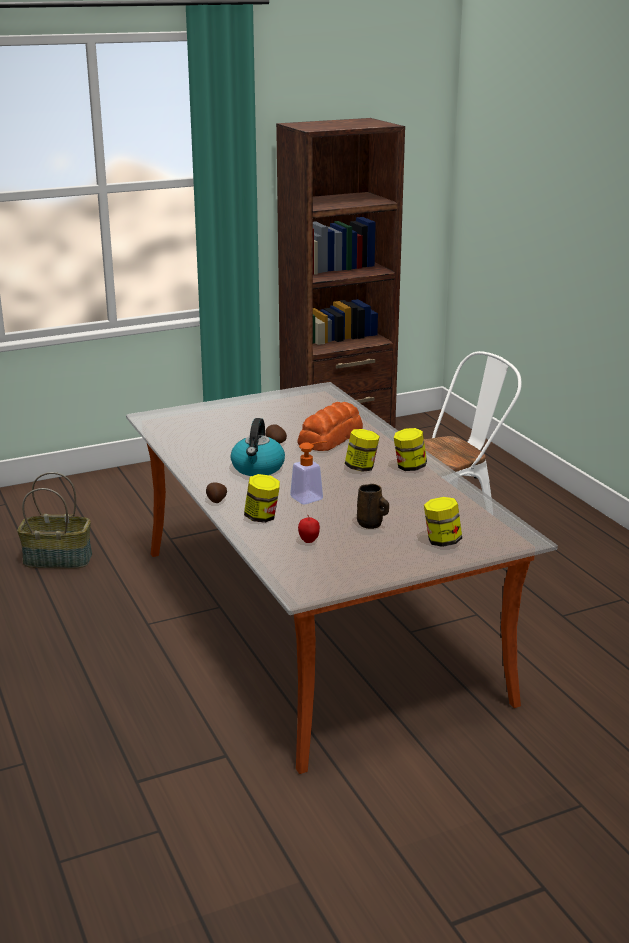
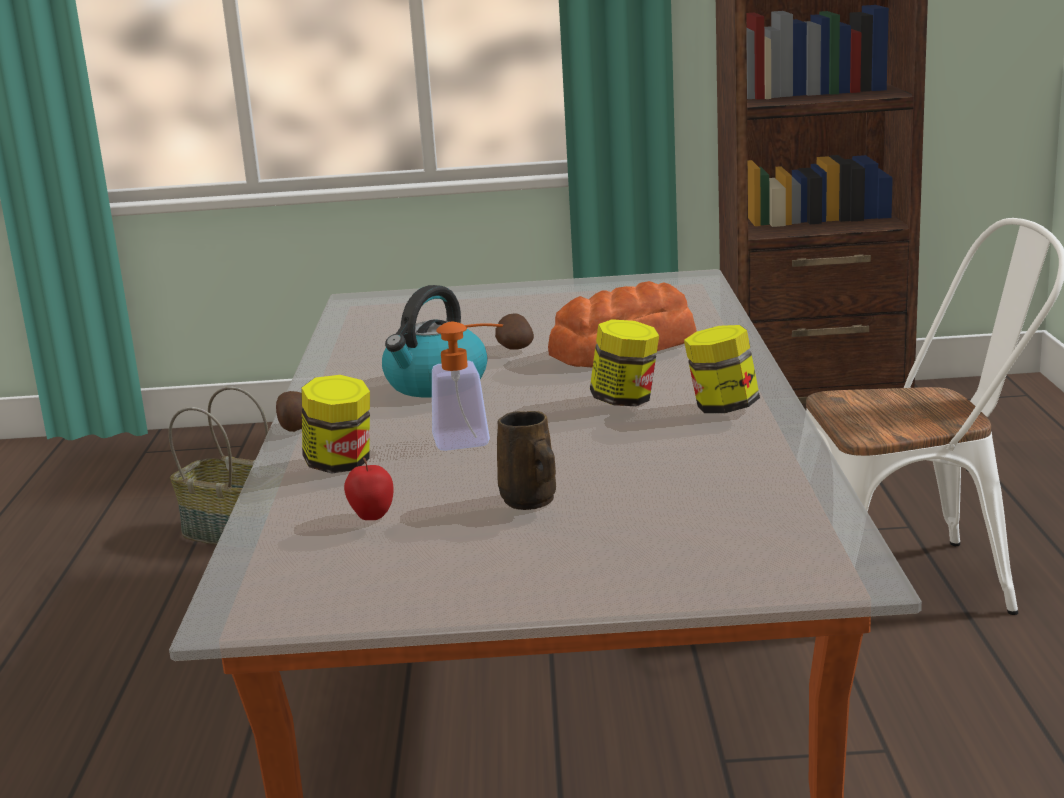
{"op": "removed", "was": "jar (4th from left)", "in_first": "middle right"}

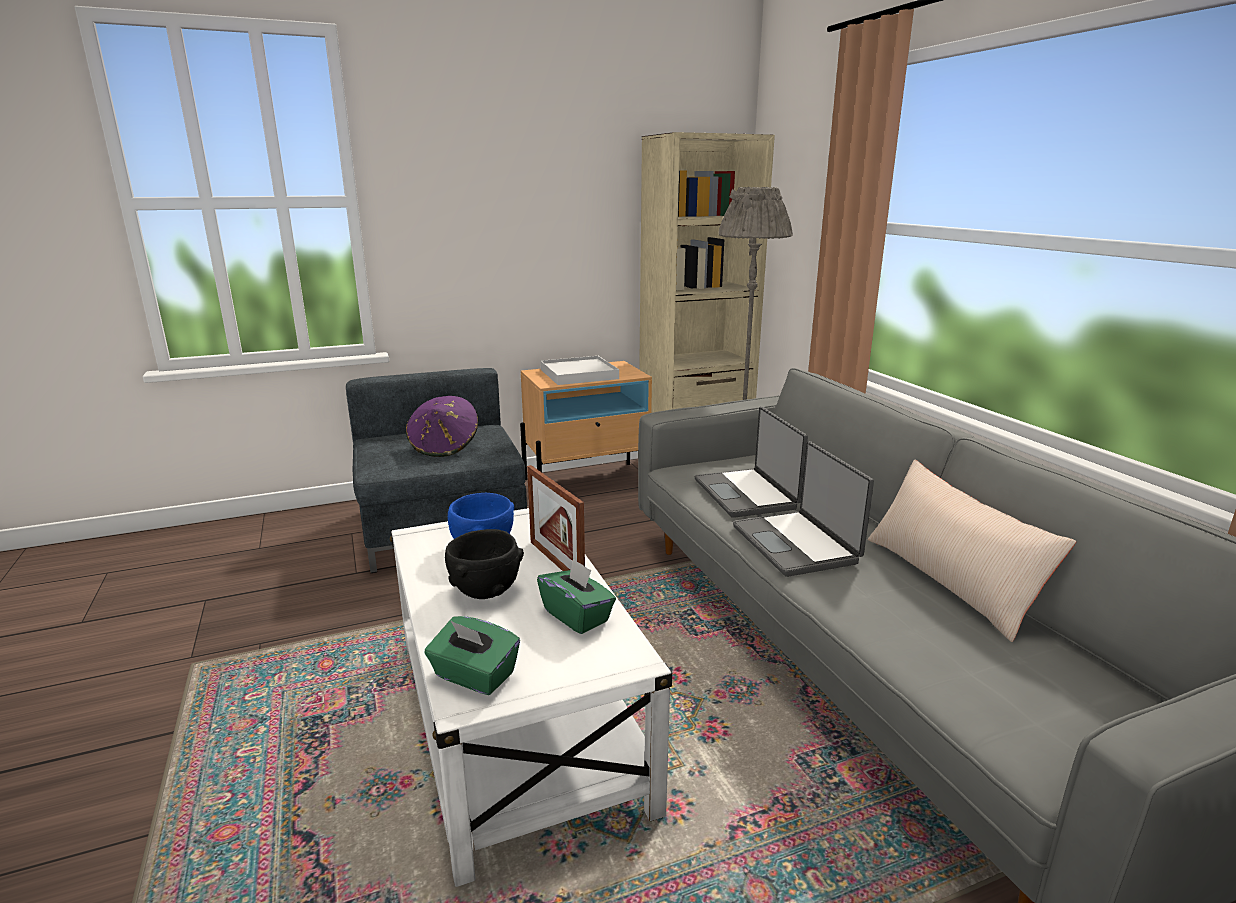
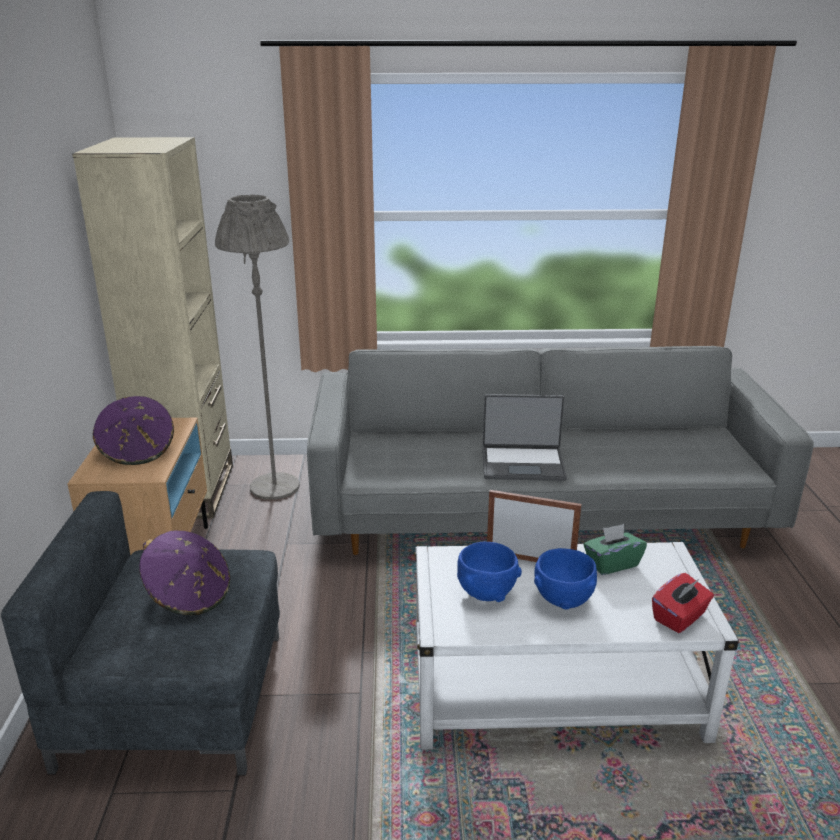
{"op": "recoloured", "was": "tissue box in green (1st from left)", "now": "tissue box in red", "in_first": "bottom centre", "in_second": "bottom right"}
{"op": "recoloured", "was": "bowl in black", "now": "bowl in blue (2nd from left)", "in_first": "centre", "in_second": "bottom right"}
{"op": "turned", "was": "picture frame", "in_first": "centre", "in_second": "centre", "clockwise": -150}
{"op": "replaced", "was": "tray in white", "now": "hat in purple (1st from left)", "in_first": "centre", "in_second": "middle left"}
{"op": "removed", "was": "laptop (1st from left)", "in_first": "centre"}
{"op": "removed", "was": "pillow in beige", "in_first": "middle right"}

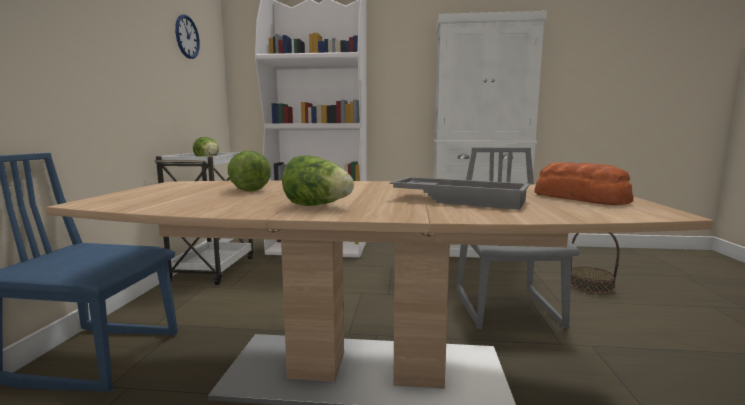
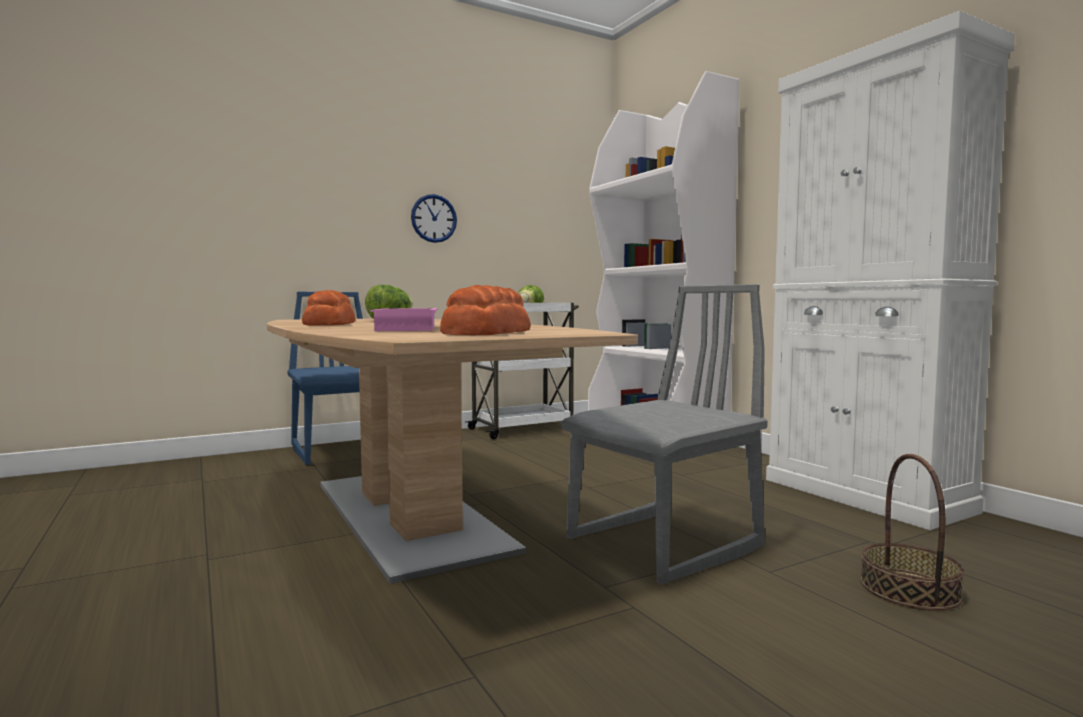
{"op": "moved", "was": "wall clock", "in_first": "top left", "in_second": "top centre"}
{"op": "replaced", "was": "lettuce (3rd from left)", "now": "bread (1st from left)", "in_first": "centre", "in_second": "middle left"}
{"op": "recoloured", "was": "tray in grey", "now": "tray in pink", "in_first": "centre", "in_second": "centre"}

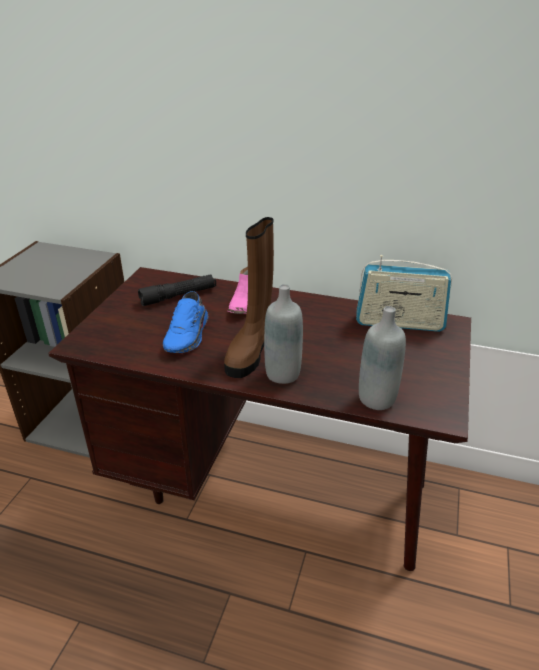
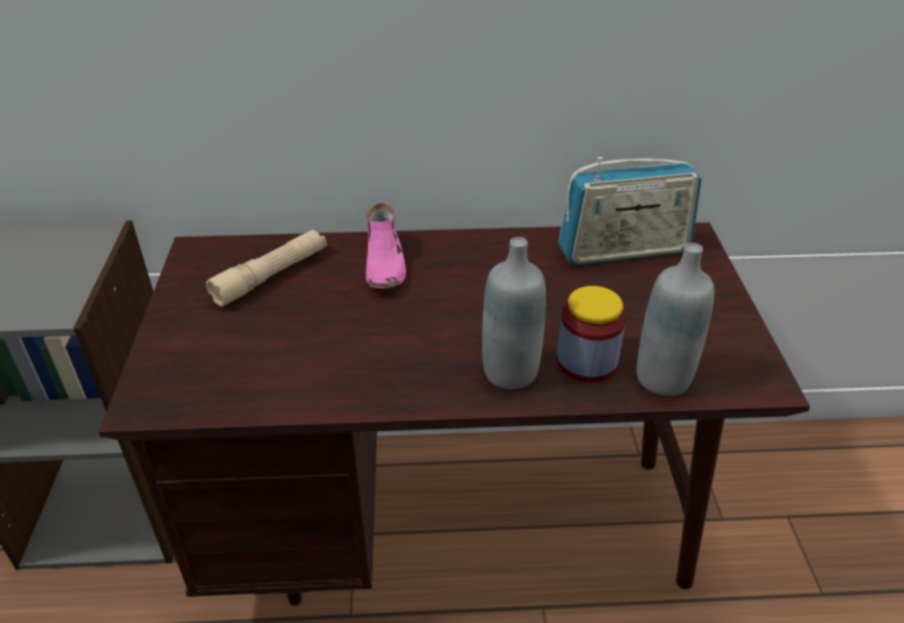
{"op": "recoloured", "was": "flashlight in black", "now": "flashlight in beige", "in_first": "middle left", "in_second": "middle left"}
{"op": "removed", "was": "shoe in blue", "in_first": "centre"}
{"op": "removed", "was": "boot in brown", "in_first": "centre"}
{"op": "added", "now": "jar", "in_second": "centre"}

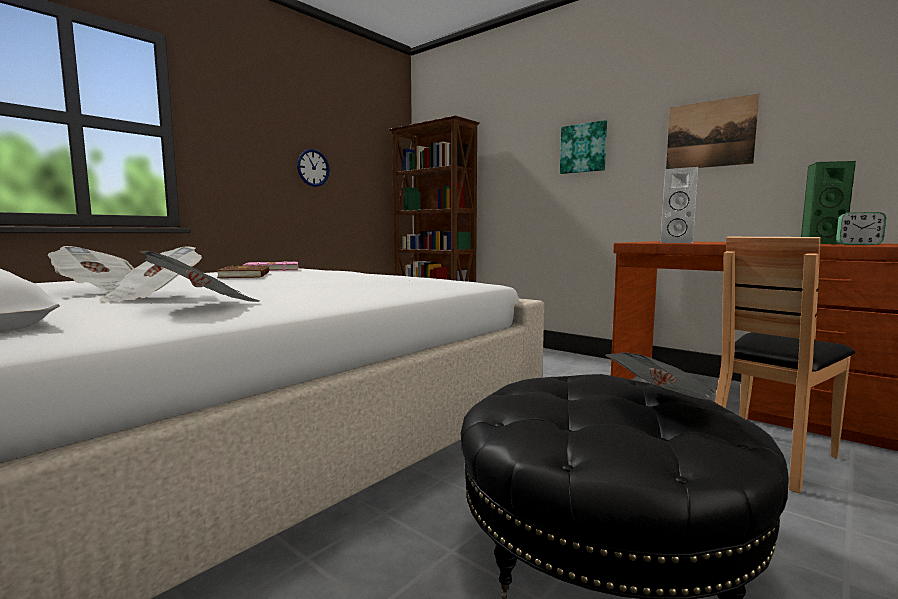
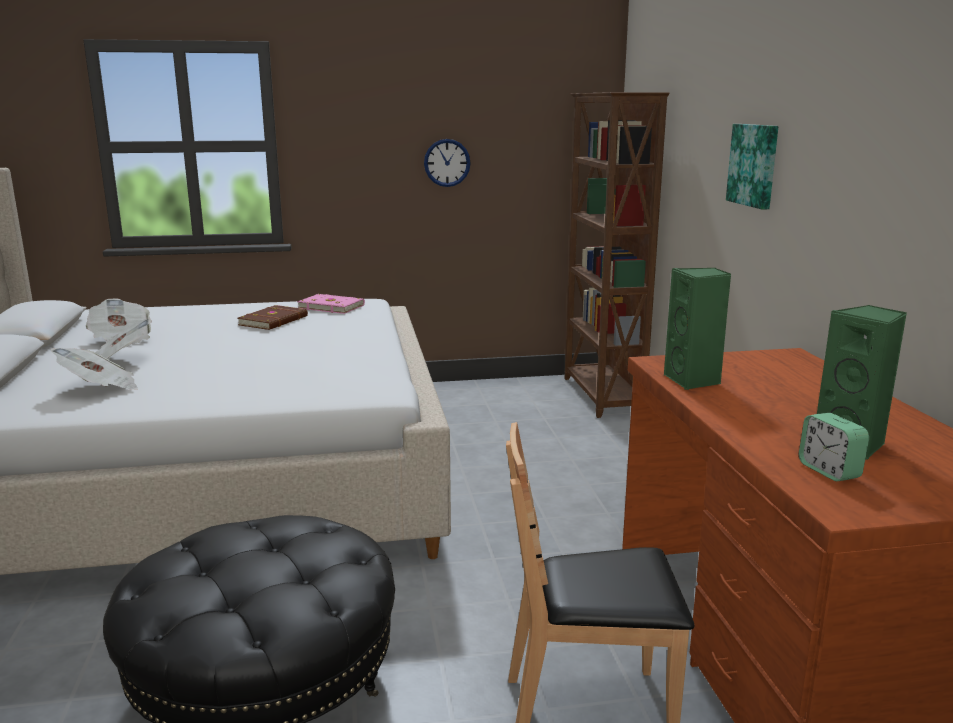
{"op": "removed", "was": "newspaper (4th from left)", "in_first": "middle right"}
{"op": "recoloured", "was": "speaker in white", "now": "speaker in green (1st from left)", "in_first": "middle right", "in_second": "middle right"}
{"op": "removed", "was": "picture (2nd from left)", "in_first": "top right"}

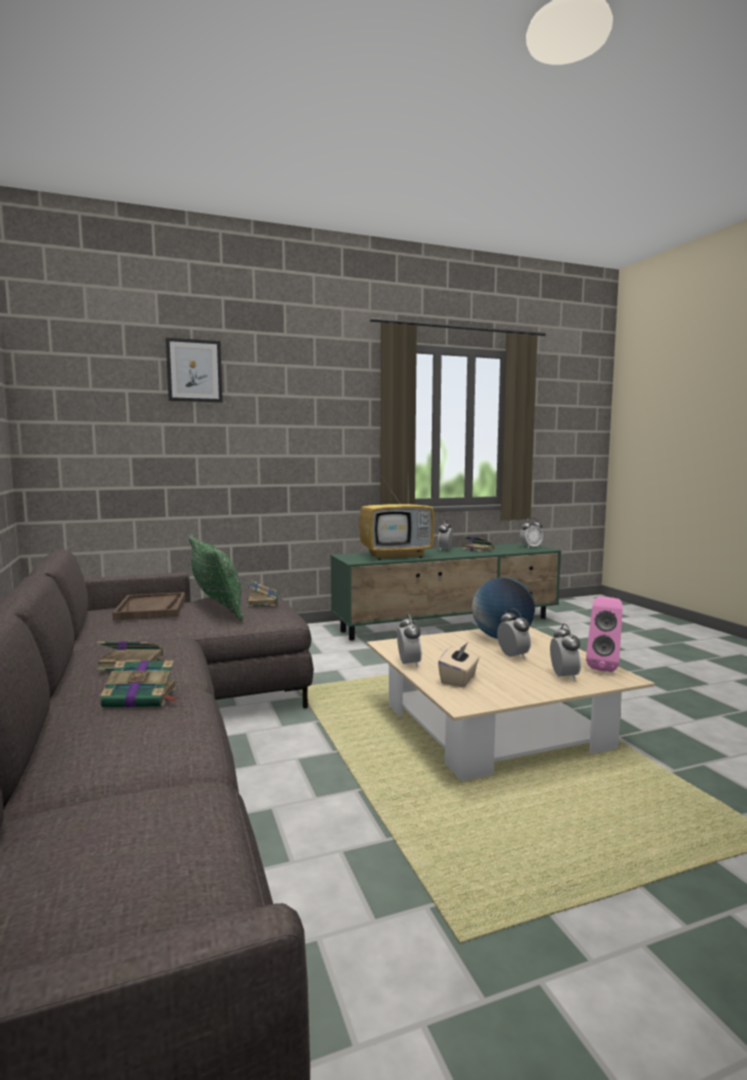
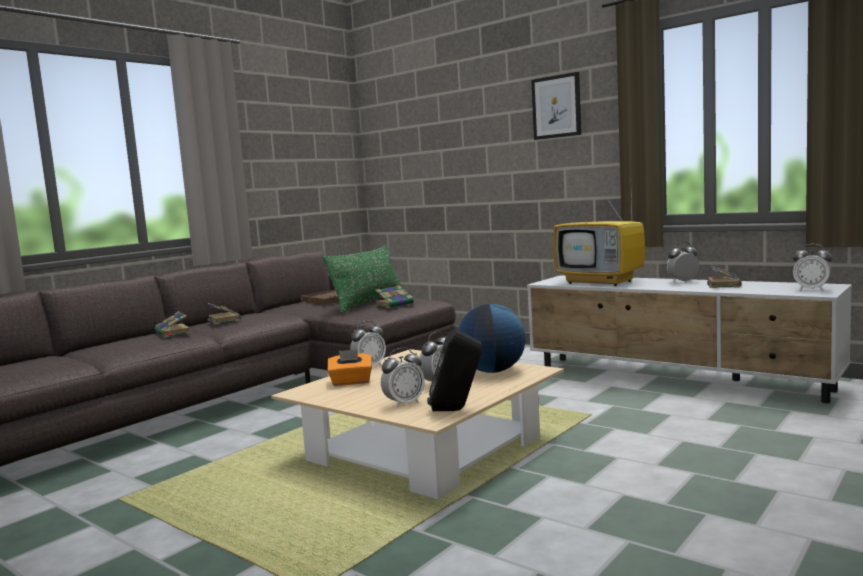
{"op": "moved", "was": "picture", "in_first": "middle left", "in_second": "top centre"}
{"op": "recoloured", "was": "tv stand in green", "now": "tv stand in white", "in_first": "centre", "in_second": "middle right"}
{"op": "recoloured", "was": "tissue box in beige", "now": "tissue box in orange", "in_first": "centre", "in_second": "centre"}
{"op": "recoloured", "was": "speaker in pink", "now": "speaker in black", "in_first": "middle right", "in_second": "centre"}

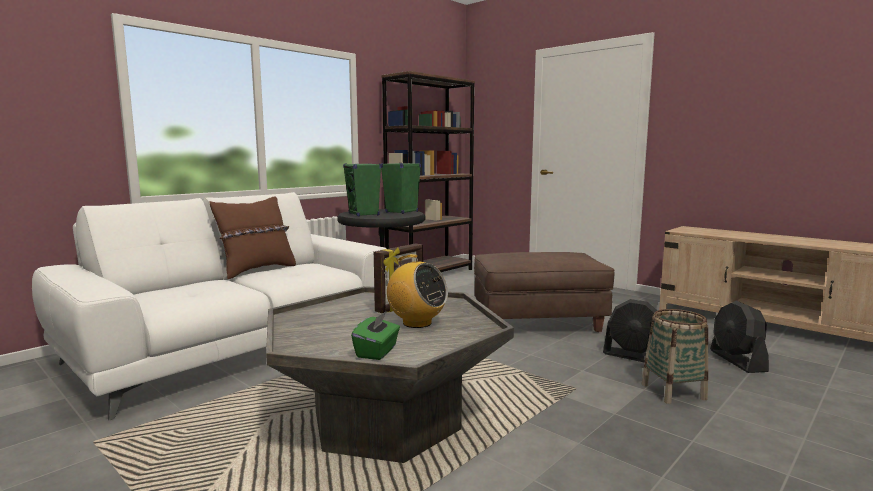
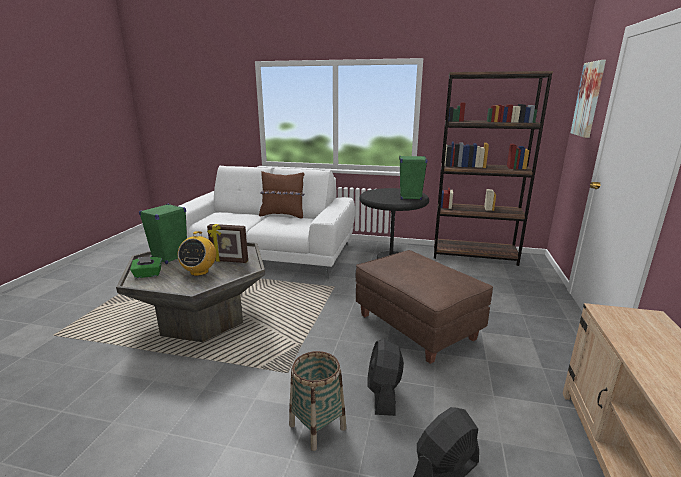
{"op": "moved", "was": "speaker in green (1st from left)", "in_first": "centre", "in_second": "middle left"}
{"op": "added", "now": "picture", "in_second": "top right"}

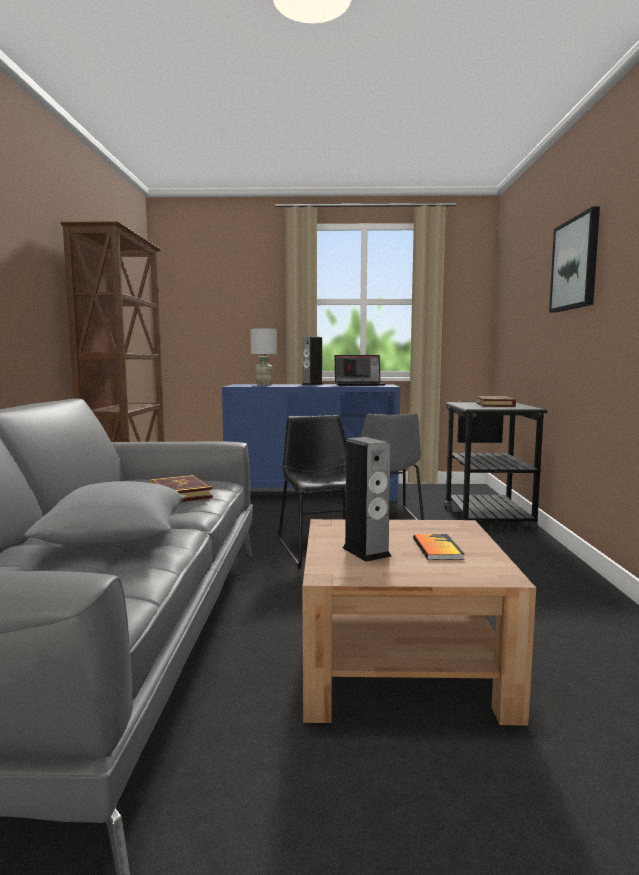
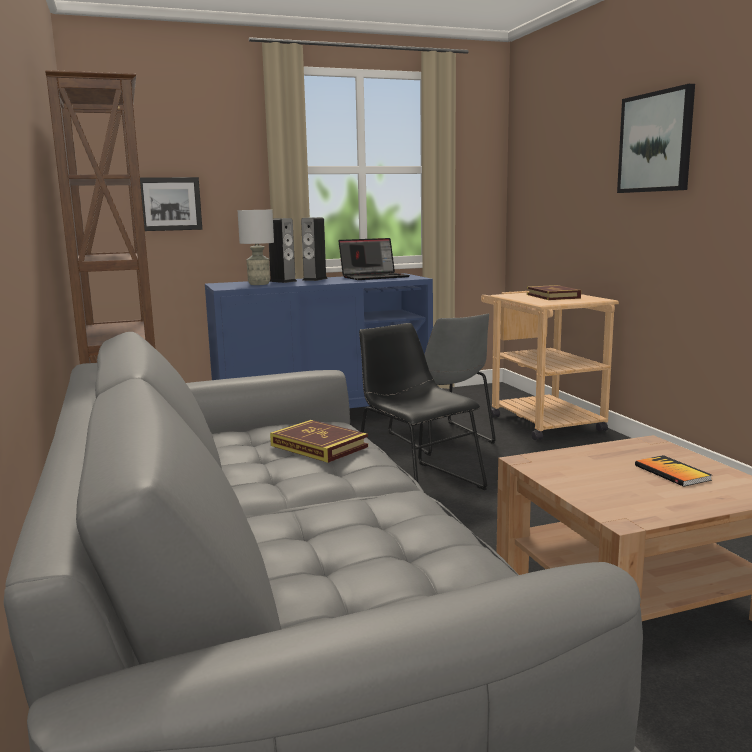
{"op": "removed", "was": "pillow in grey", "in_first": "middle left"}
{"op": "moved", "was": "speaker (2nd from left in the first image)", "now": "speaker (1st from left)", "in_first": "centre", "in_second": "top centre"}
{"op": "recoloured", "was": "cart in black", "now": "cart in beige", "in_first": "middle right", "in_second": "middle right"}
{"op": "added", "now": "picture (1st from left)", "in_second": "top left"}

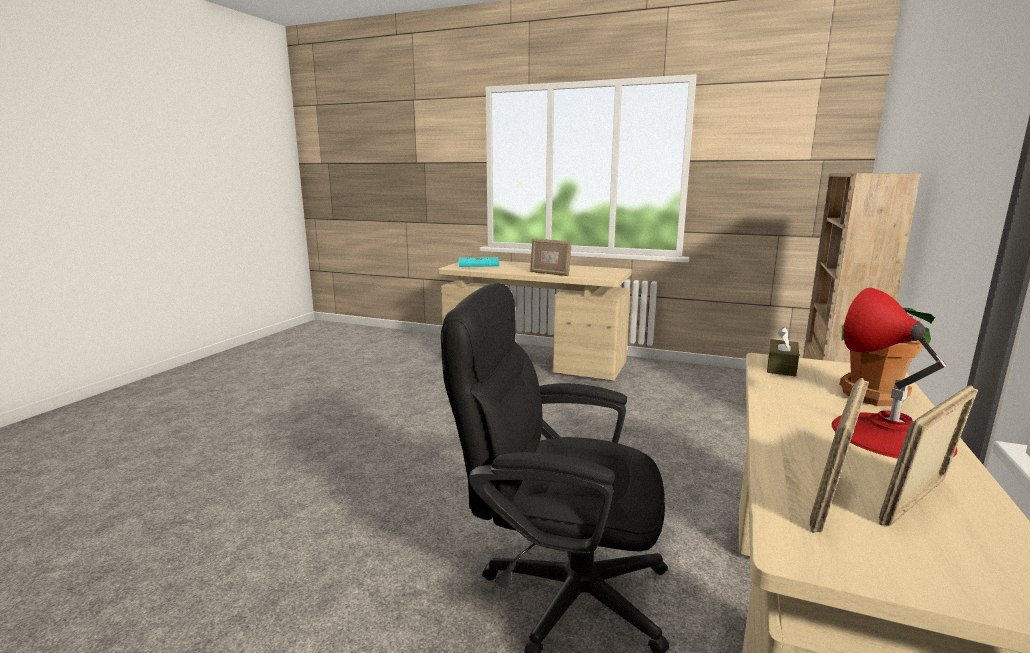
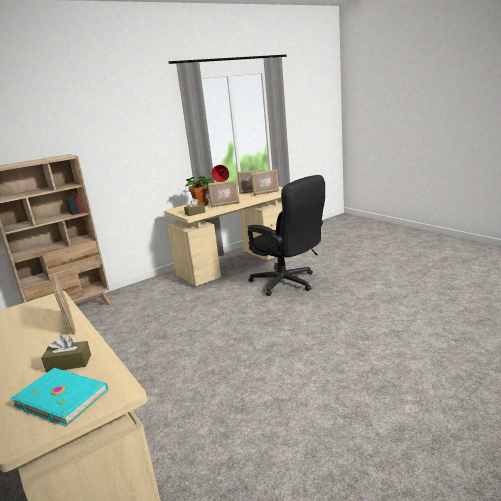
{"op": "added", "now": "tissue box in brown (1st from left)", "in_second": "bottom left"}
{"op": "added", "now": "picture frame (2nd from left)", "in_second": "centre"}

